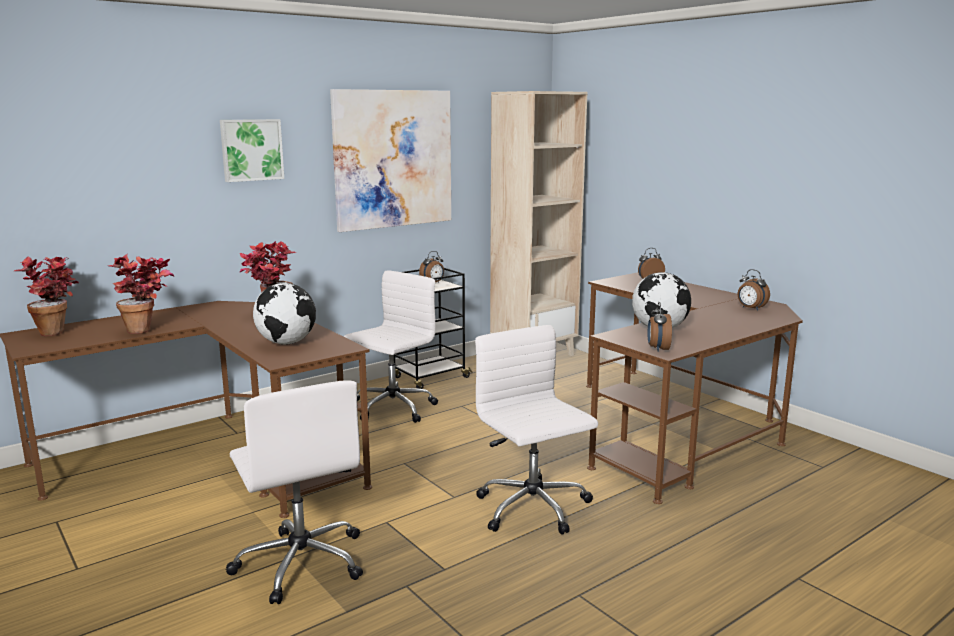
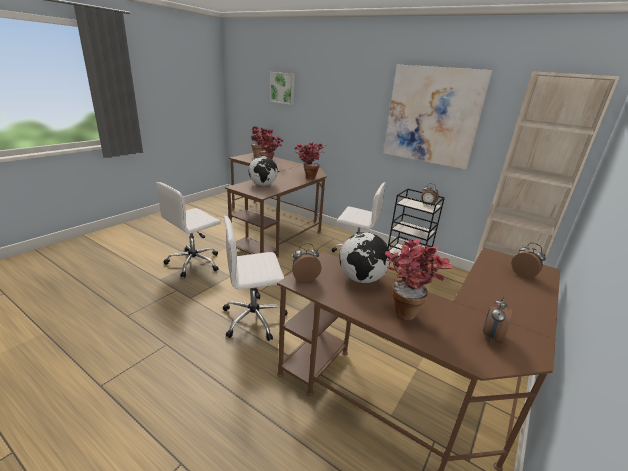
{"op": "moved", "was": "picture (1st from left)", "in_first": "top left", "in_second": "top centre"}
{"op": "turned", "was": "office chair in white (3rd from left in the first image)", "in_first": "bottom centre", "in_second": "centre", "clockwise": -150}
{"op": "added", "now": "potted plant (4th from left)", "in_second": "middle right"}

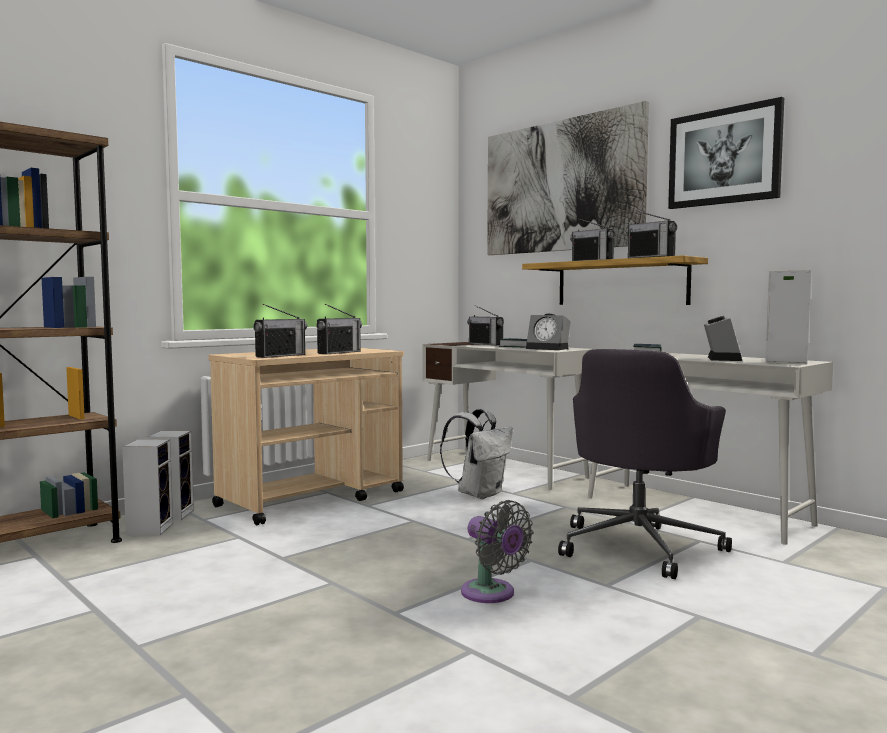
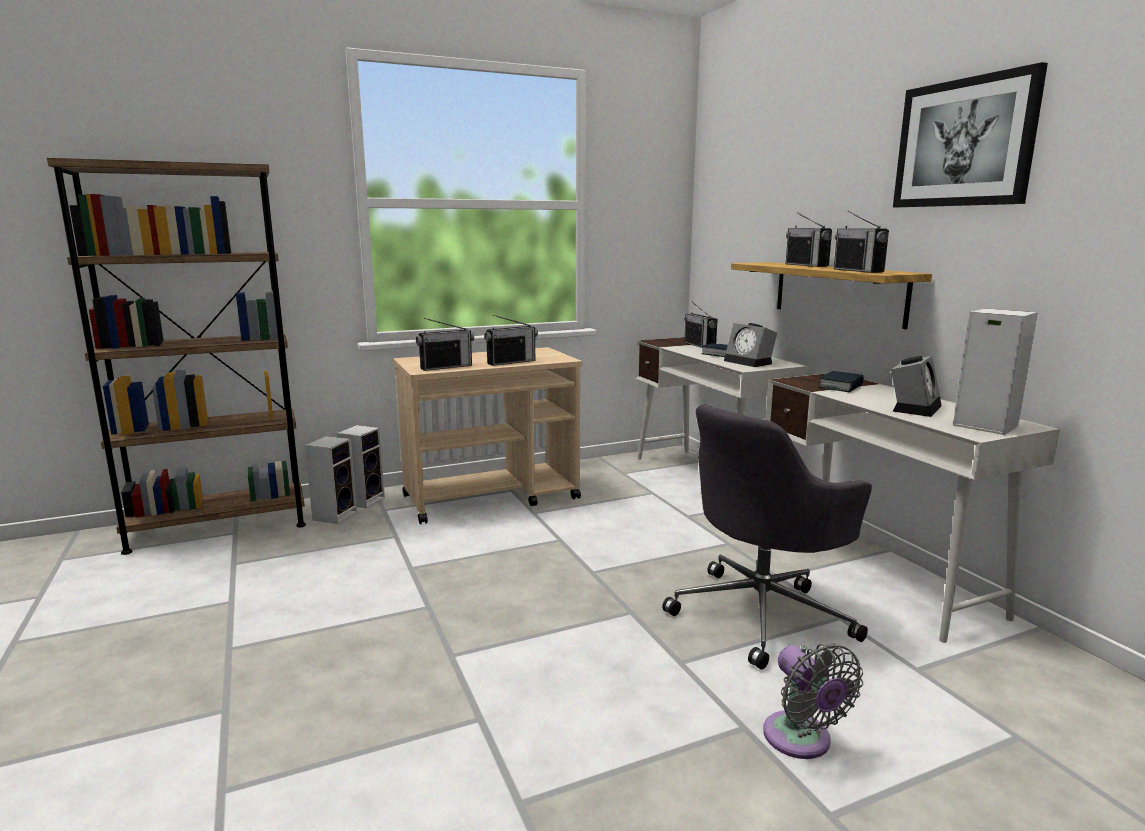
{"op": "removed", "was": "backpack in white", "in_first": "centre"}
{"op": "moved", "was": "fan in grey", "in_first": "bottom centre", "in_second": "bottom right"}
{"op": "removed", "was": "picture (1st from left)", "in_first": "top centre"}

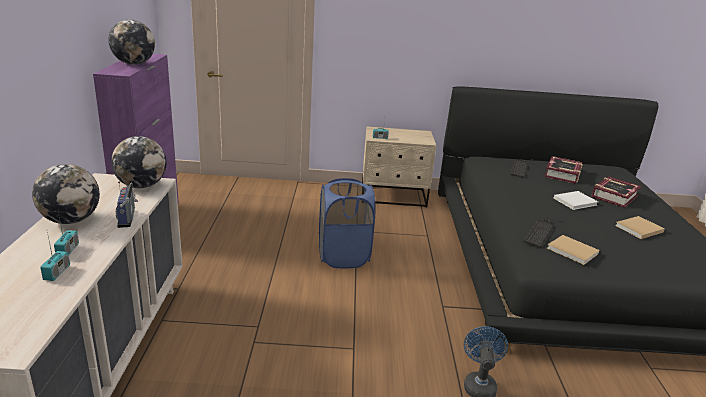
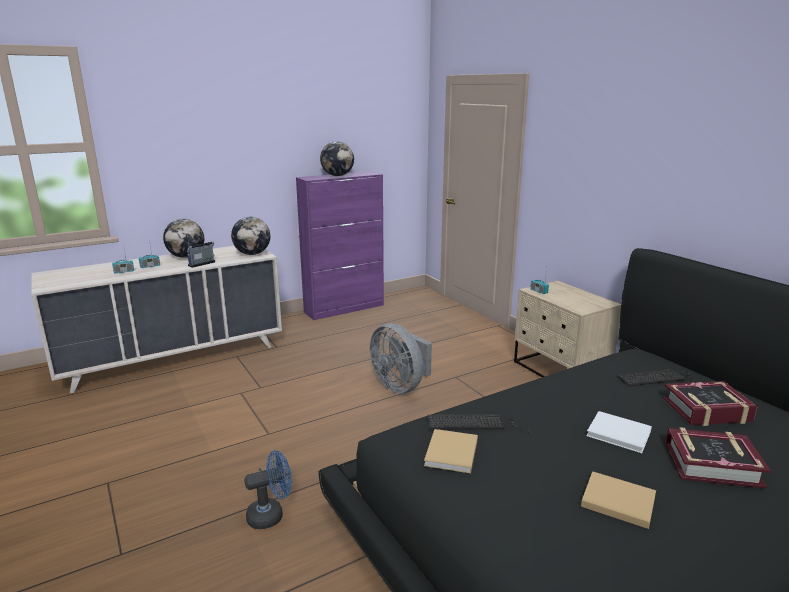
{"op": "replaced", "was": "laundry basket in blue", "now": "fan in grey", "in_first": "centre", "in_second": "centre"}

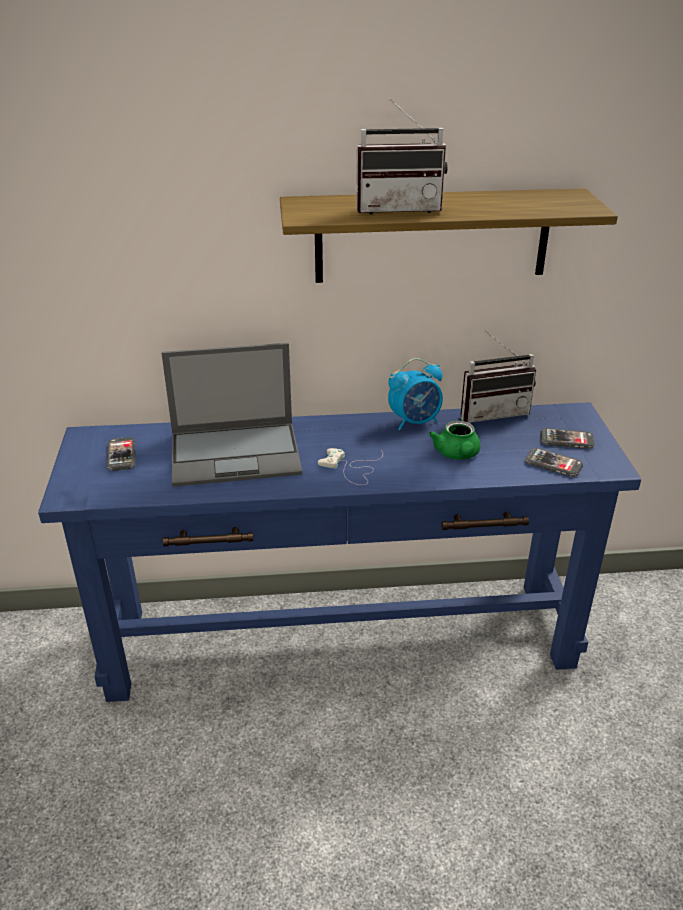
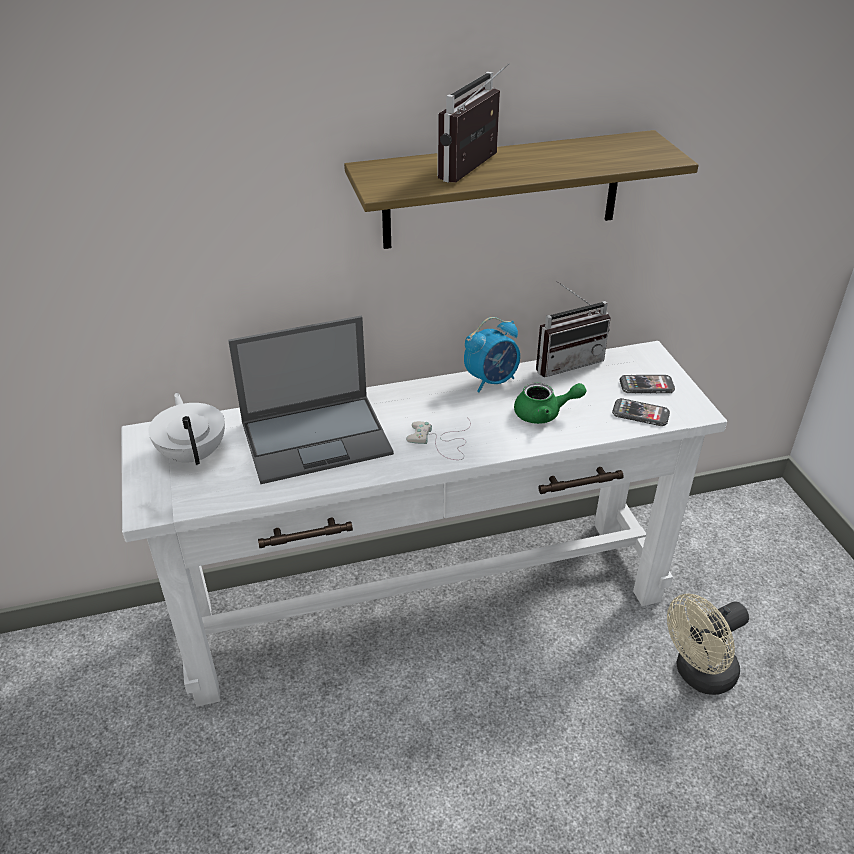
{"op": "recoloured", "was": "console table in blue", "now": "console table in white", "in_first": "centre", "in_second": "centre"}
{"op": "replaced", "was": "phone (1st from left)", "now": "teapot in white", "in_first": "middle left", "in_second": "middle left"}
{"op": "turned", "was": "radio (1st from left)", "in_first": "top centre", "in_second": "top centre", "clockwise": 135}
{"op": "turned", "was": "teapot in green", "in_first": "centre", "in_second": "centre", "clockwise": -75}
{"op": "added", "now": "fan in beige", "in_second": "bottom right"}

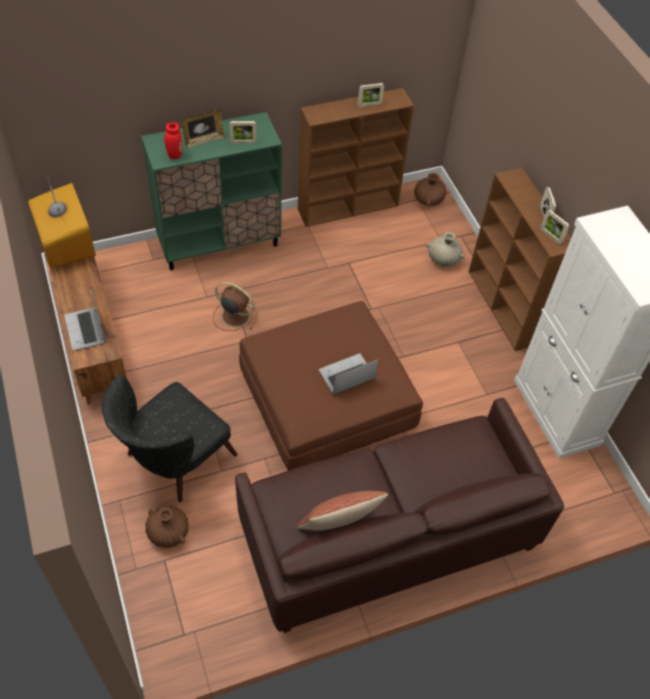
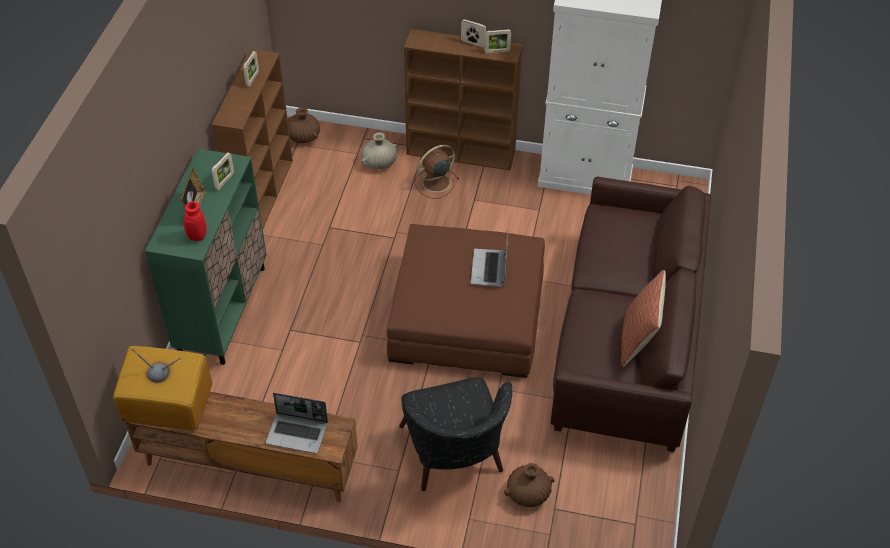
{"op": "moved", "was": "fan in brown", "in_first": "centre", "in_second": "top centre"}

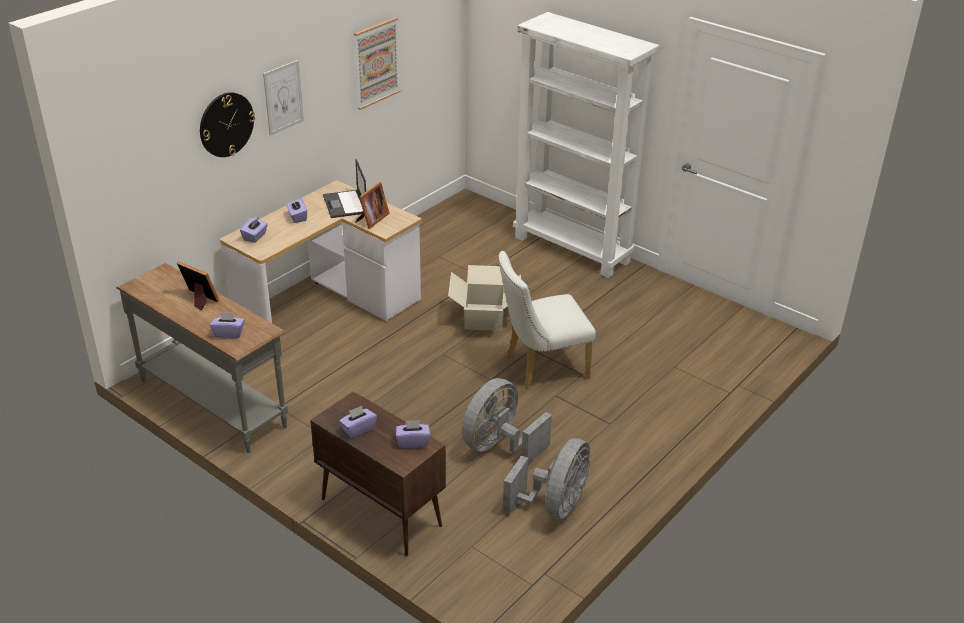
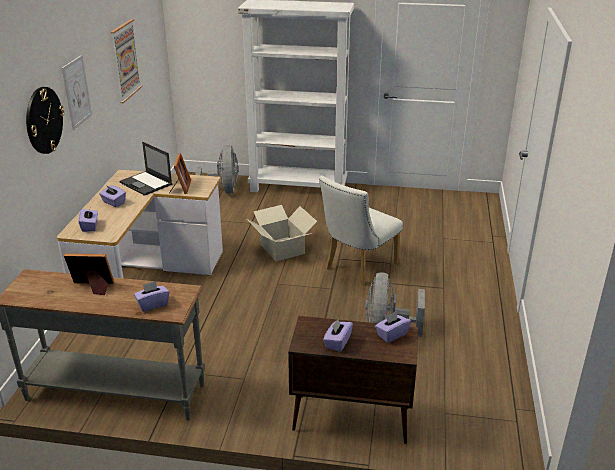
{"op": "moved", "was": "fan in grey (2nd from left in the first image)", "now": "fan in grey (1st from left)", "in_first": "bottom centre", "in_second": "centre"}

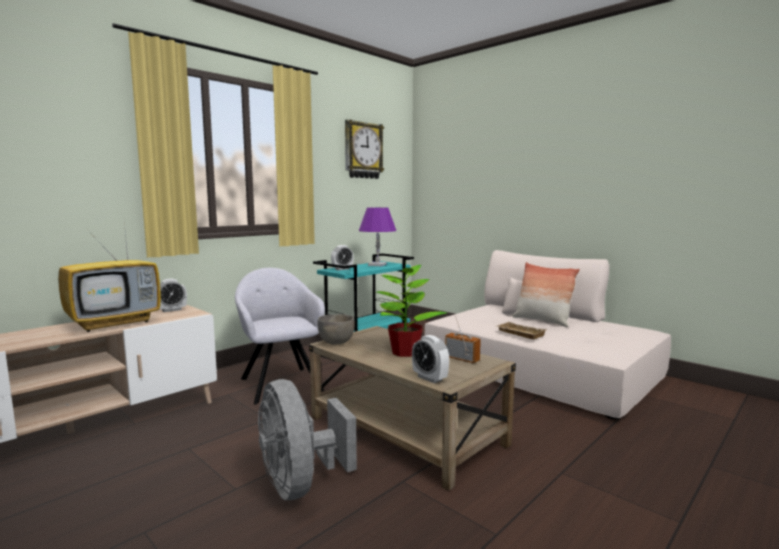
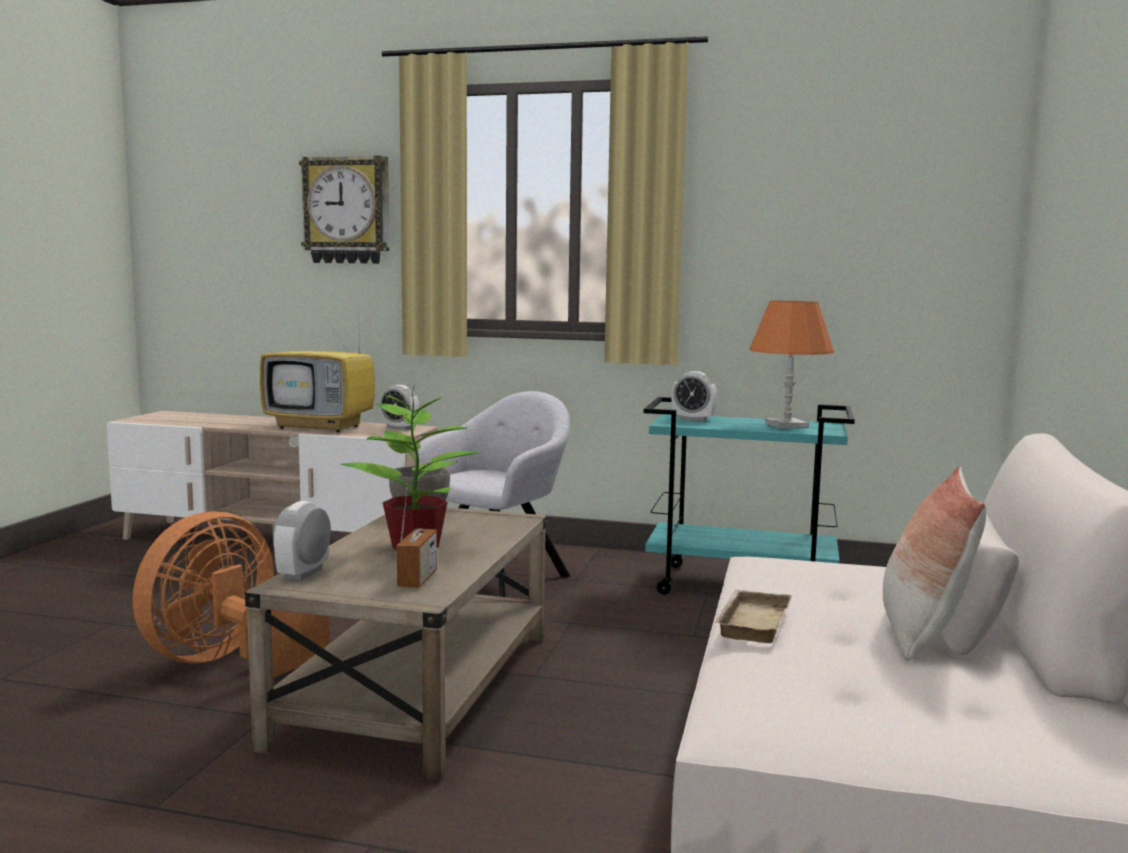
{"op": "recoloured", "was": "fan in grey", "now": "fan in orange", "in_first": "bottom centre", "in_second": "bottom left"}
{"op": "moved", "was": "wall clock", "in_first": "top centre", "in_second": "top left"}
{"op": "recoloured", "was": "table lamp in purple", "now": "table lamp in orange", "in_first": "centre", "in_second": "middle right"}

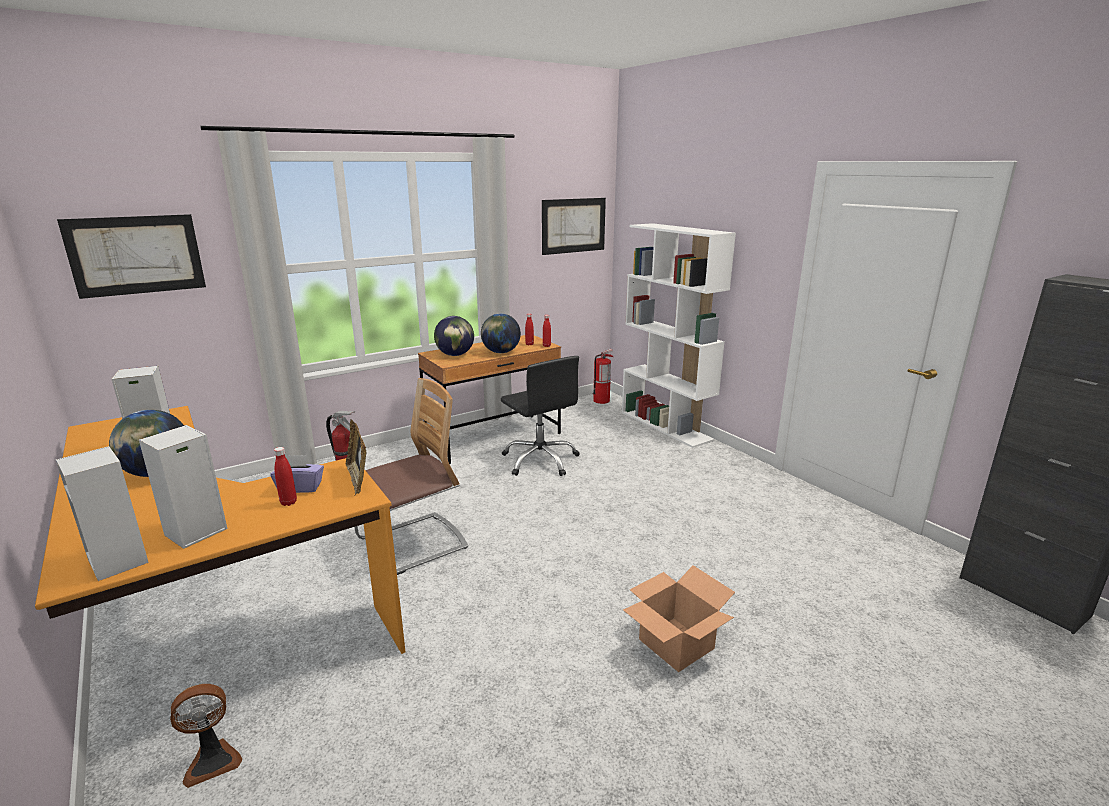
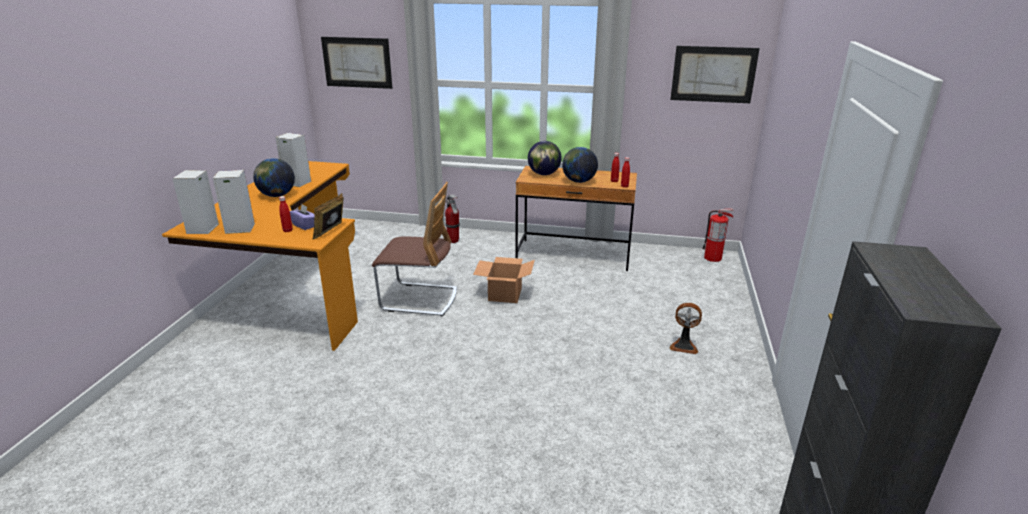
{"op": "moved", "was": "fan", "in_first": "bottom left", "in_second": "centre"}
{"op": "removed", "was": "office chair in black", "in_first": "centre"}
{"op": "removed", "was": "bookcase in white", "in_first": "centre"}
{"op": "moved", "was": "cardboard box", "in_first": "bottom centre", "in_second": "centre"}

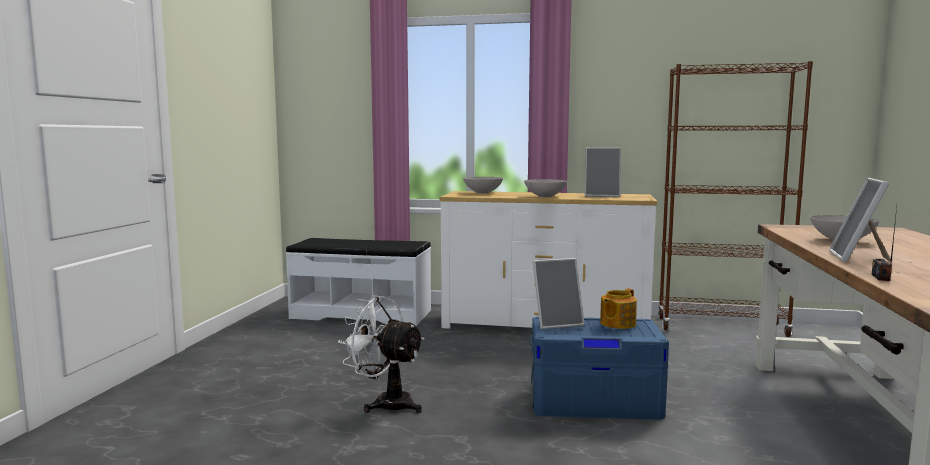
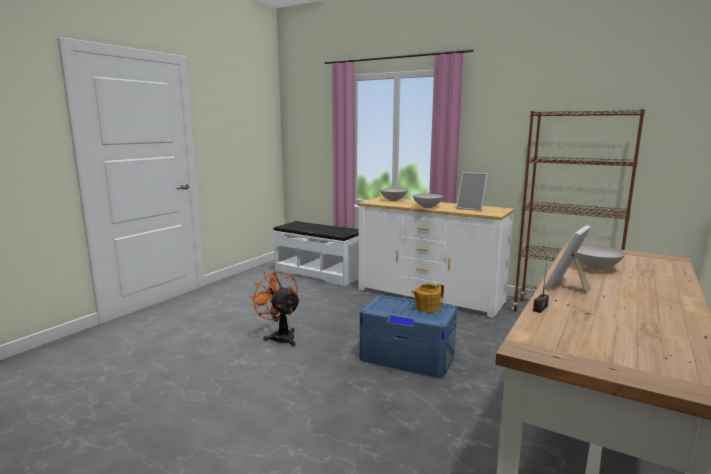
{"op": "recoloured", "was": "fan in white", "now": "fan in orange", "in_first": "bottom centre", "in_second": "centre"}
{"op": "removed", "was": "picture frame (1st from left)", "in_first": "centre"}

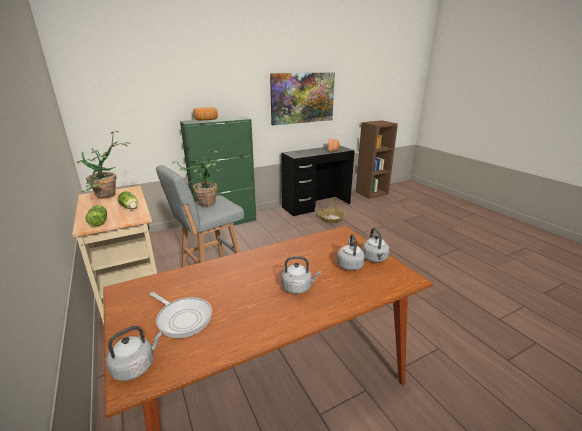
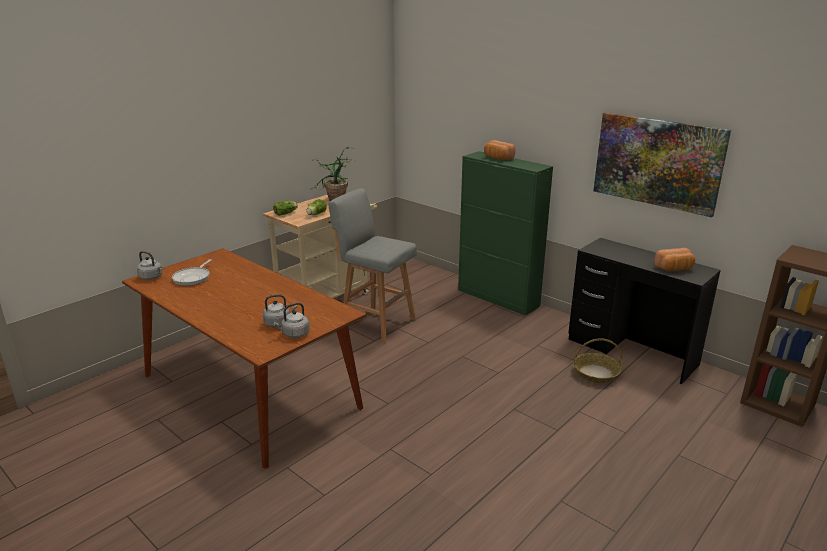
{"op": "removed", "was": "potted plant (2nd from left)", "in_first": "centre"}
{"op": "removed", "was": "kettle in grey (2nd from left)", "in_first": "centre"}

